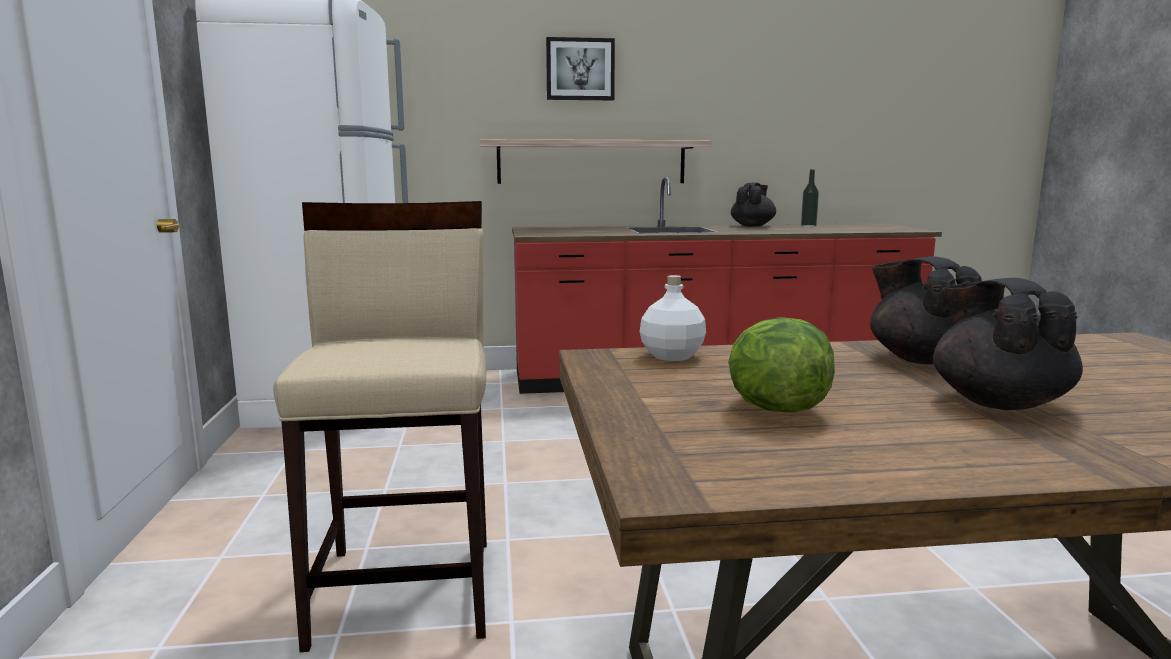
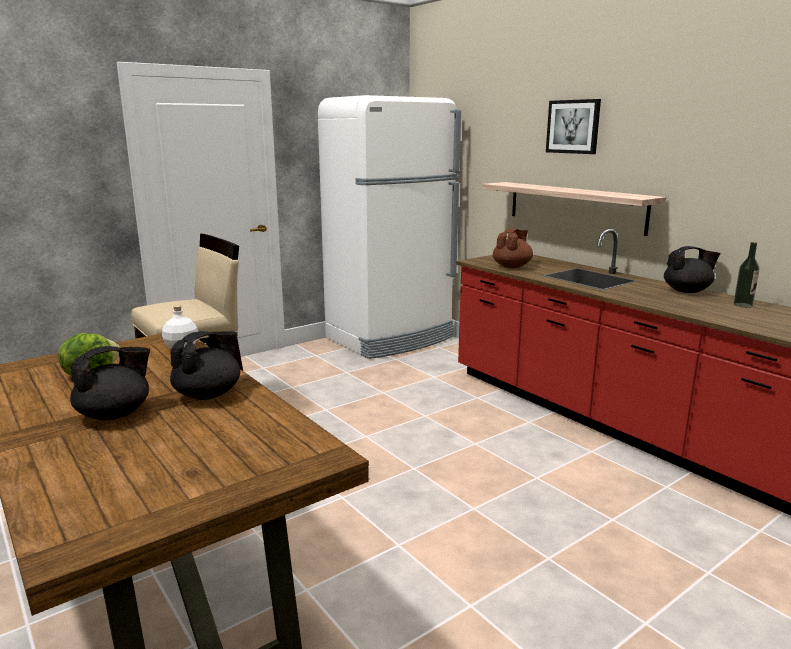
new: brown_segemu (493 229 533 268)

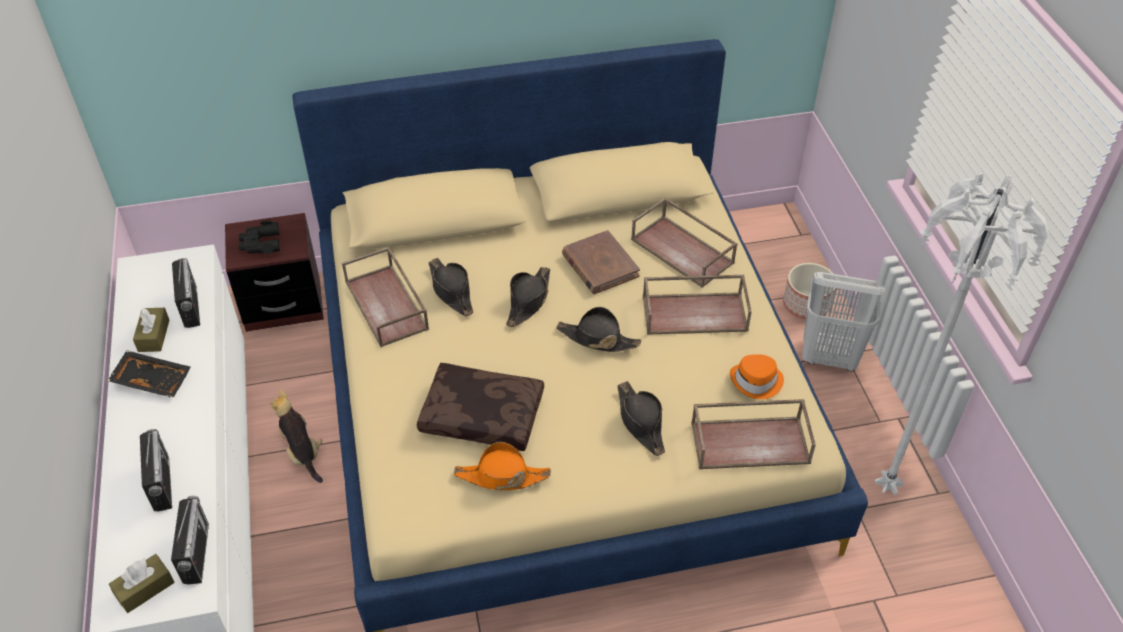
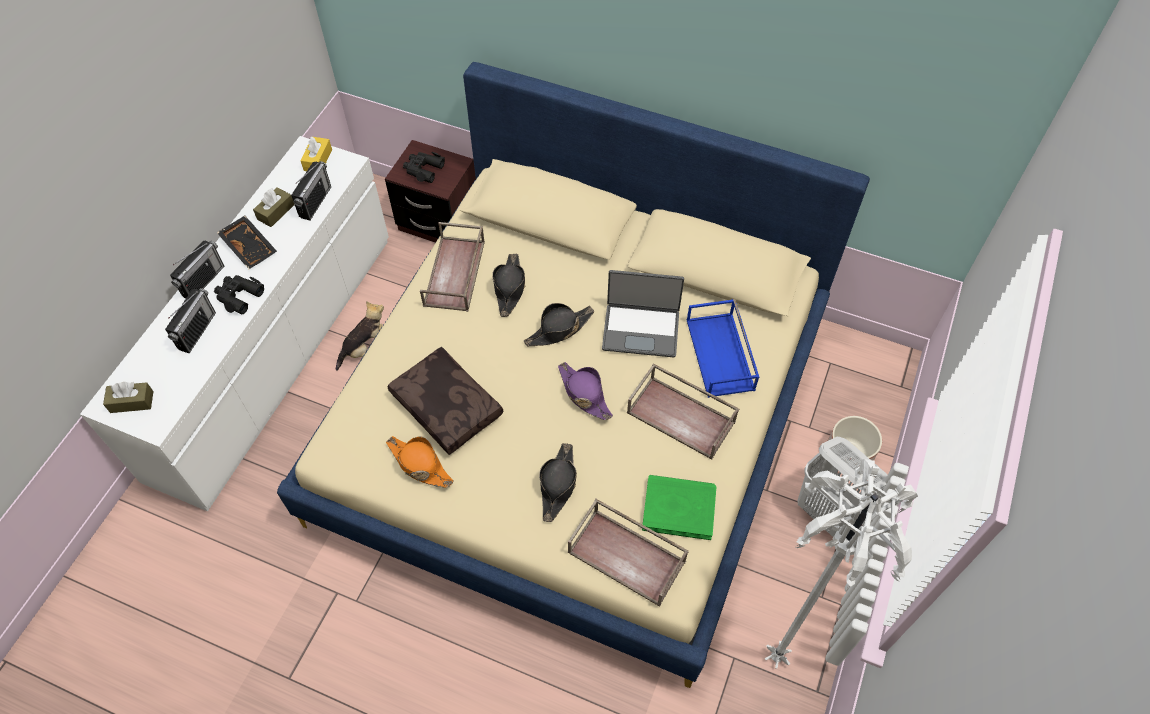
new: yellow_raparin (300 137 332 171); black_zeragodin (214 275 264 314)
shifted: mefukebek (171 496 209 584) to (170 241 225 298)
swapped: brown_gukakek (562 230 640 294) to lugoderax (602 270 684 357); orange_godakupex (730 354 784 399) to green_gukakek (642 475 716 540)
repainted: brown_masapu (631 198 738 288) to blue_masapu (687 299 759 398); black_godakupex (556 307 641 352) to purple_godakupex (558 362 613 420)
rotated: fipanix (270 390 323 483) = (336 301 384 371) 45 degrees clockwise

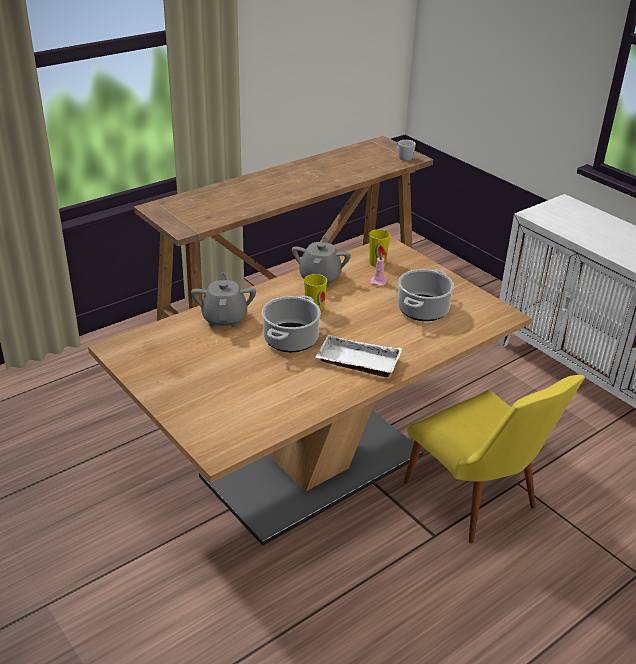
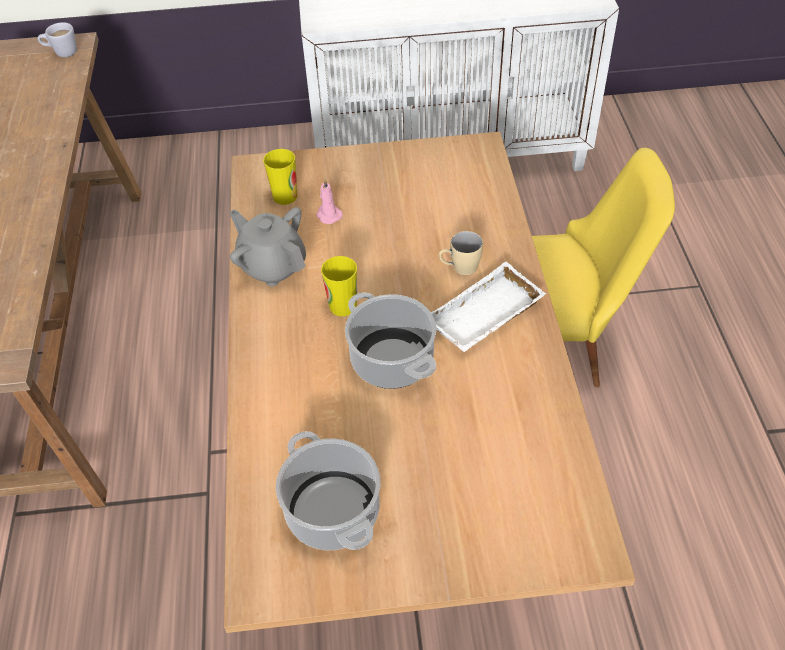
gone: grey_segemu (191 272 256 328)
new: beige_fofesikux (439 231 483 275)
shifted: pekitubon (398 269 454 321) to (276 431 380 550)

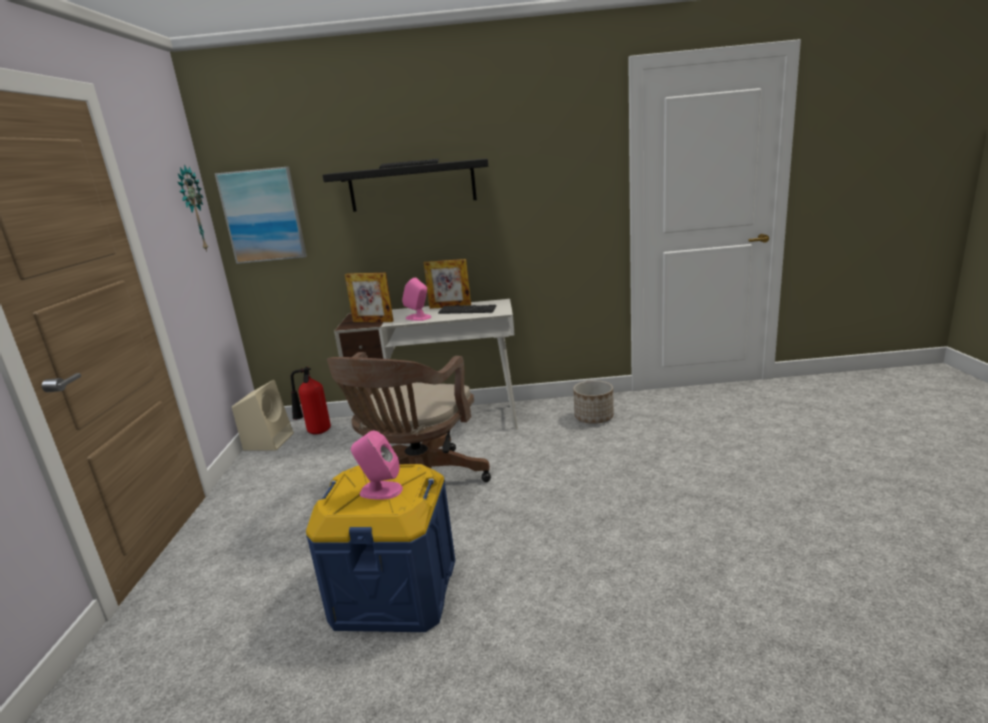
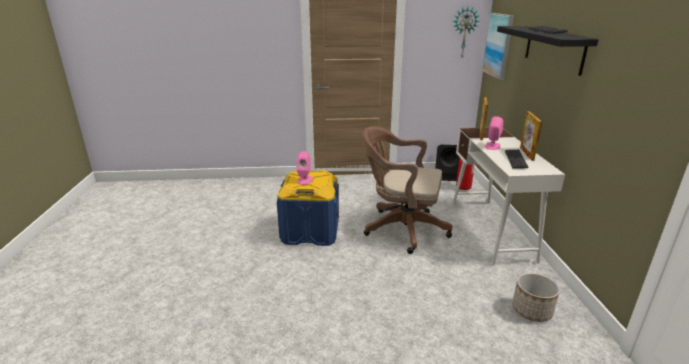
repainted: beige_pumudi (232 380 294 451) to black_pumudi (435 145 459 181)

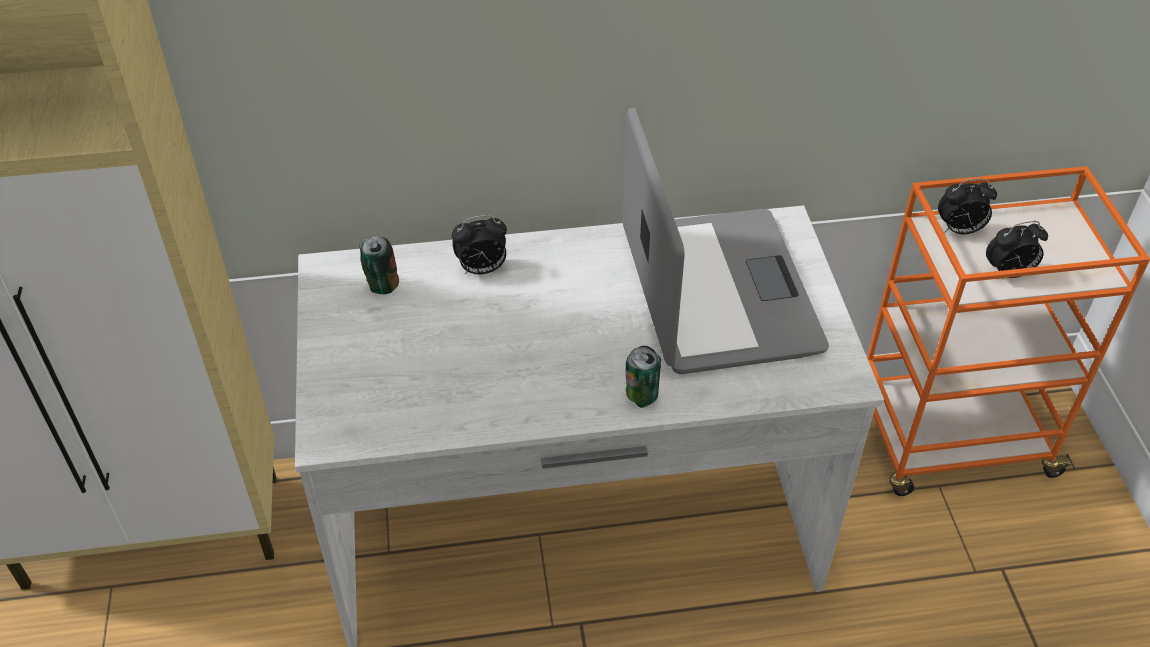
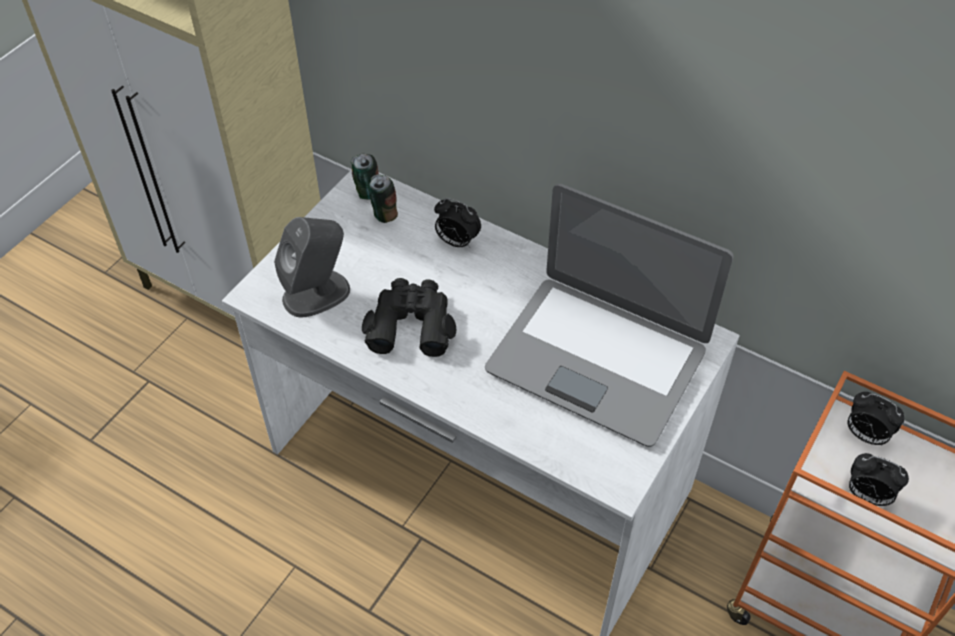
new: grey_pumudi (274 217 350 317); black_zeragodin (362 278 457 357)
shifted: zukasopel (626 346 661 408) to (351 153 379 200)
rotated: lugoderax (623 107 829 374) = (485 183 734 447) 90 degrees clockwise

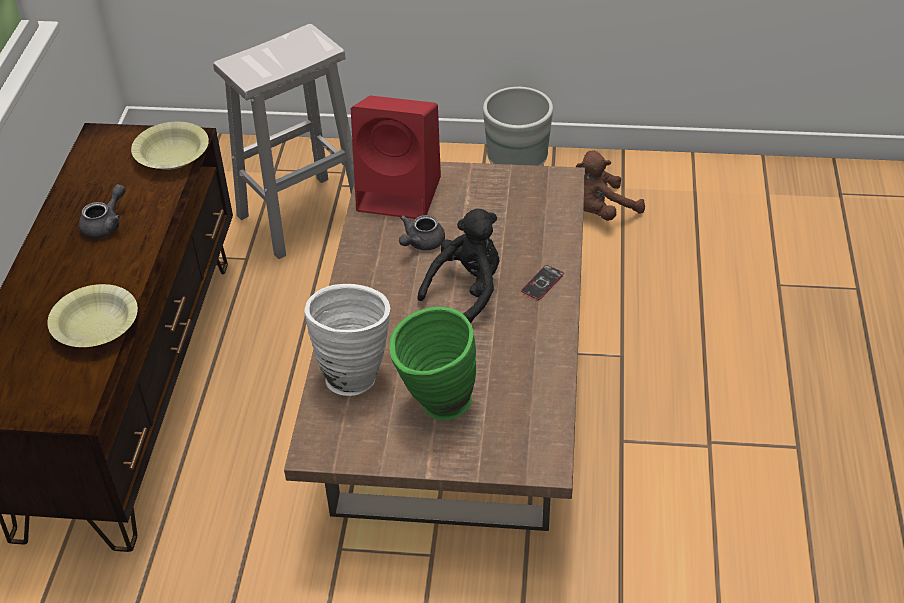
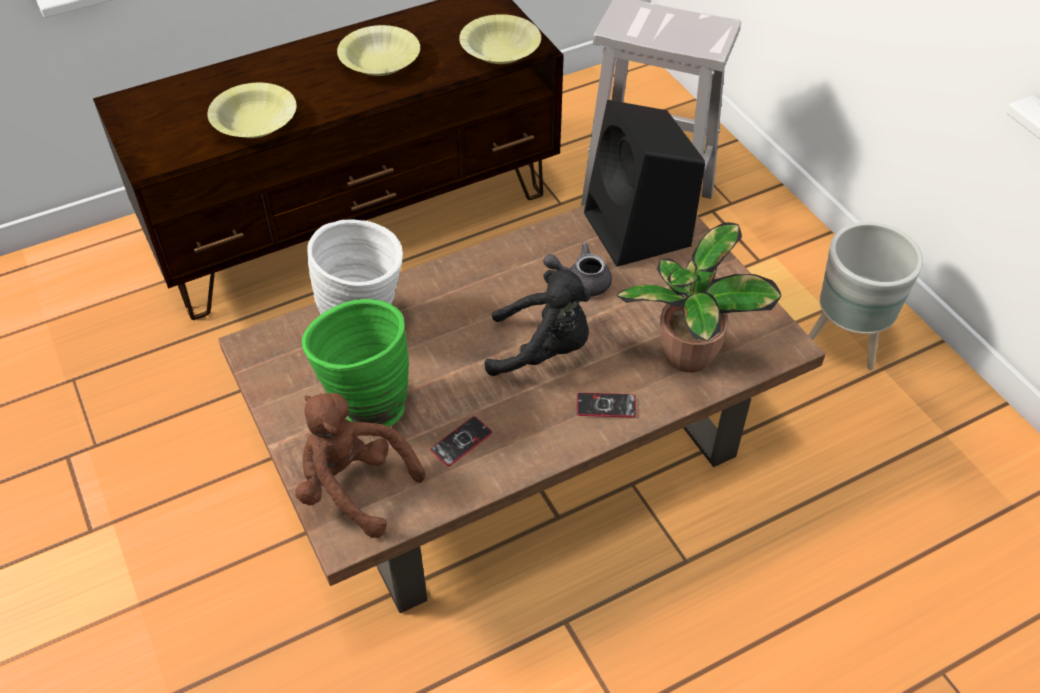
new: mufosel (617 222 782 373); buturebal (430 416 492 466)
shifted: brown_fipanix (576 150 645 221) to (295 393 425 538)
swapped: grey_segemu (79 184 126 238) to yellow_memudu (337 25 420 76)
repainted: red_pumudi (351 96 441 219) to black_pumudi (584 100 705 267)

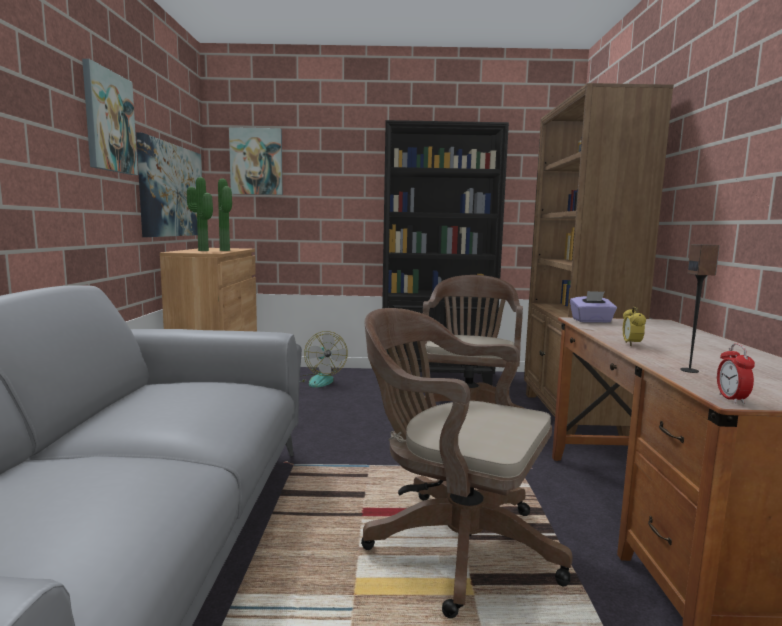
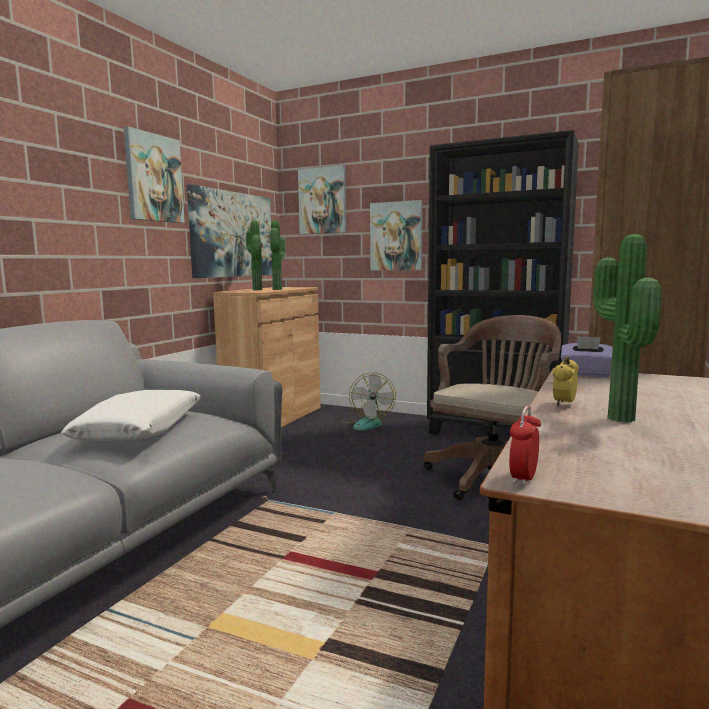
gone: pumudi (680 244 720 373); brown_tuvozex (361 308 573 618)
new: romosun (370 200 422 270); mufosel (593 234 661 423); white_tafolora (61 390 201 441)

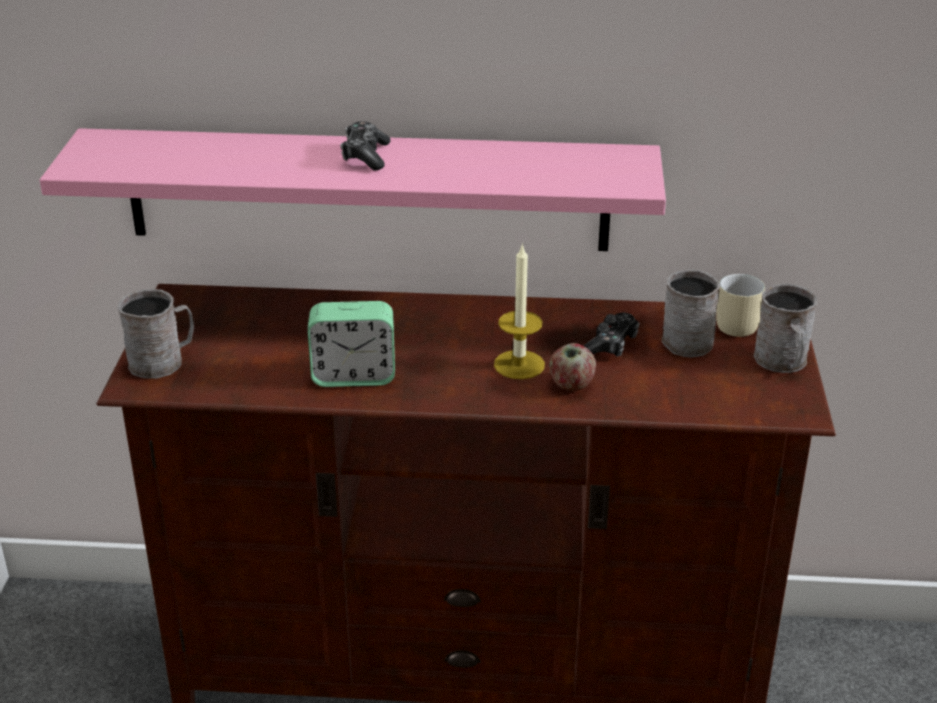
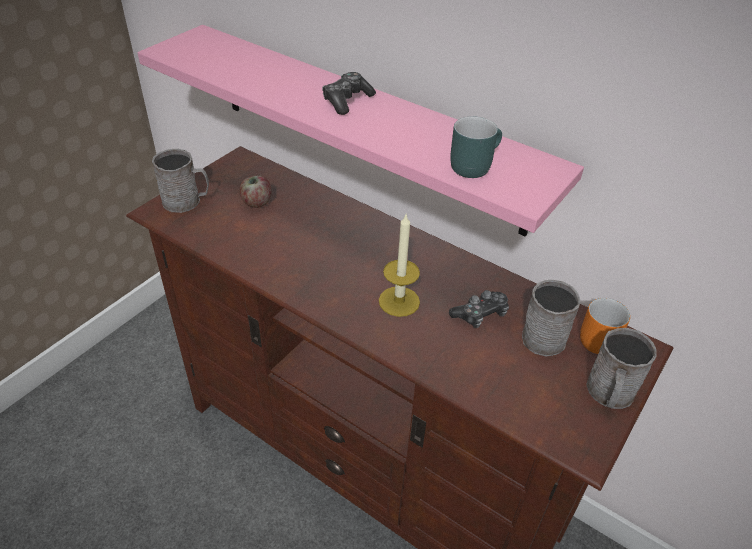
gone: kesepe (308 301 395 387)
new: turquoise_fofesikux (450 116 502 178)
shifted: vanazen (549 343 596 391) to (239 175 272 208)
repainted: beige_fofesikux (716 274 765 337) to orange_fofesikux (580 298 630 354)

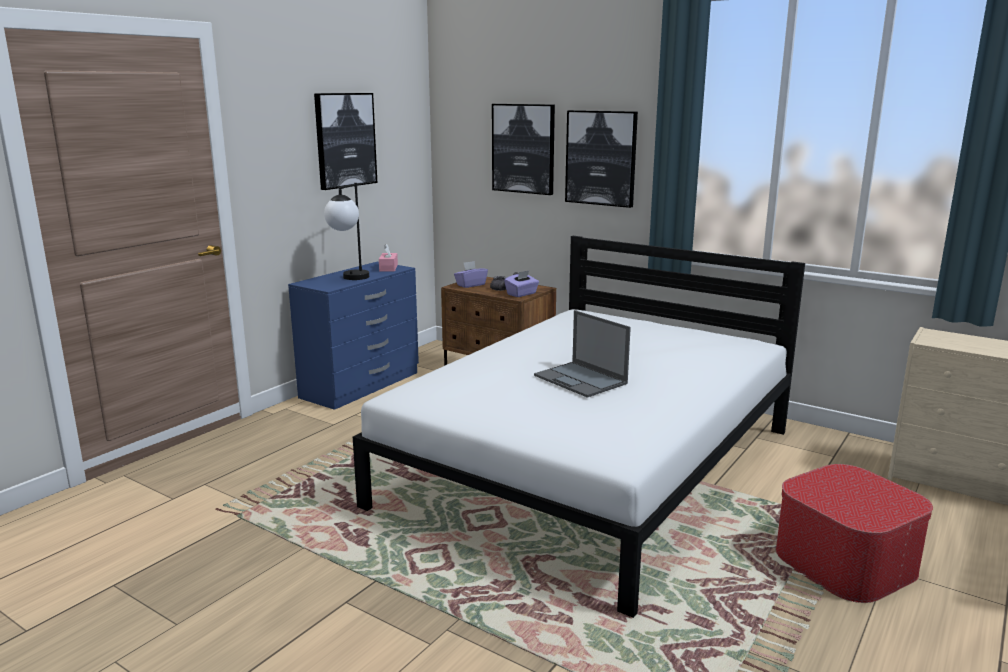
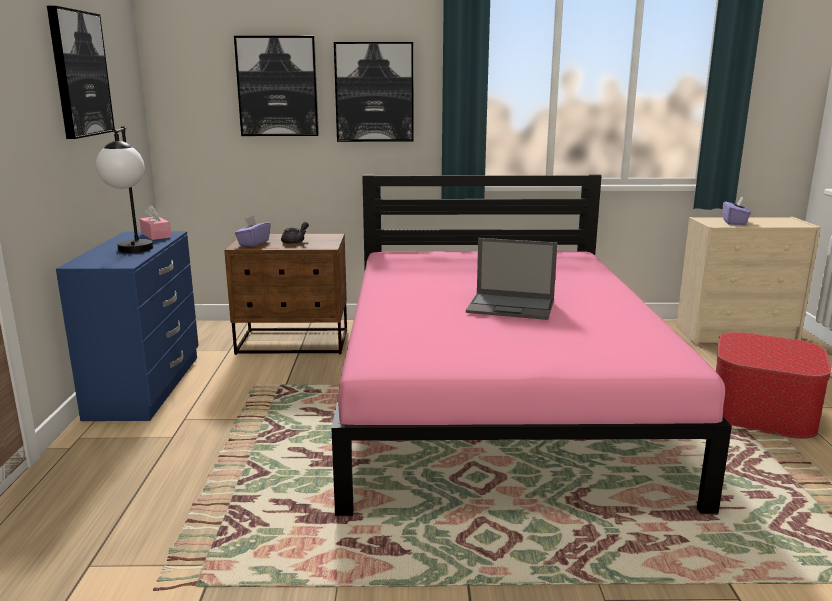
shifted: purple_raparin (504 270 539 297) to (723 197 751 225)
repainted: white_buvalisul (353 236 805 618) to pink_buvalisul (331 175 732 516)

